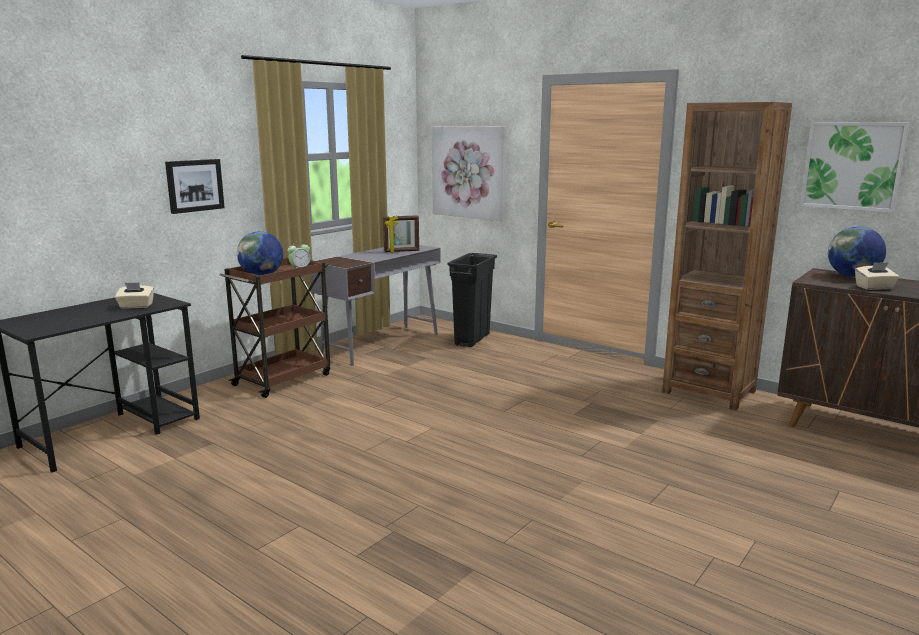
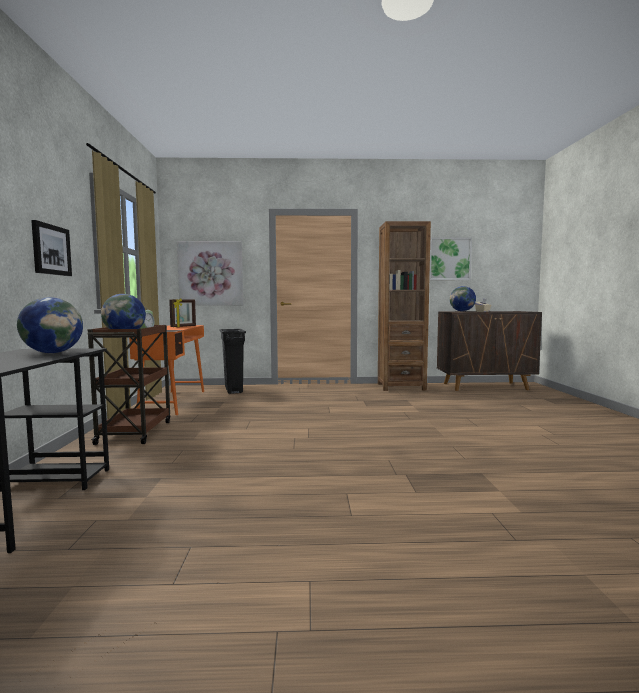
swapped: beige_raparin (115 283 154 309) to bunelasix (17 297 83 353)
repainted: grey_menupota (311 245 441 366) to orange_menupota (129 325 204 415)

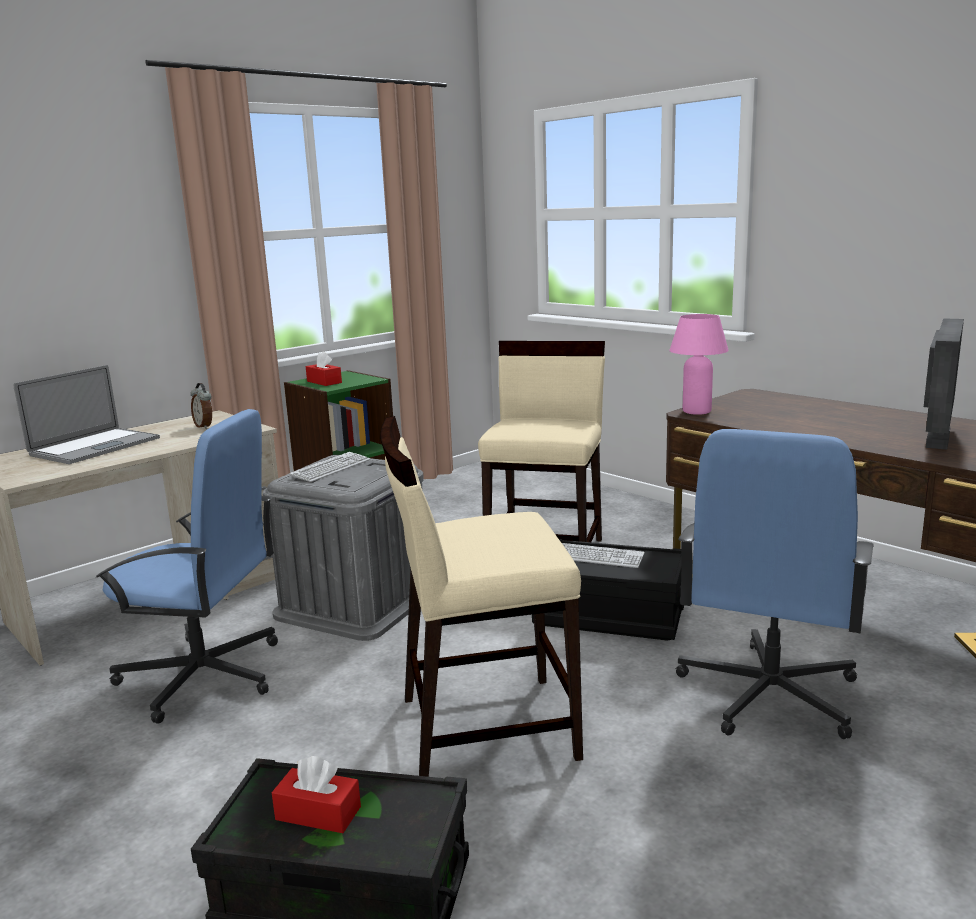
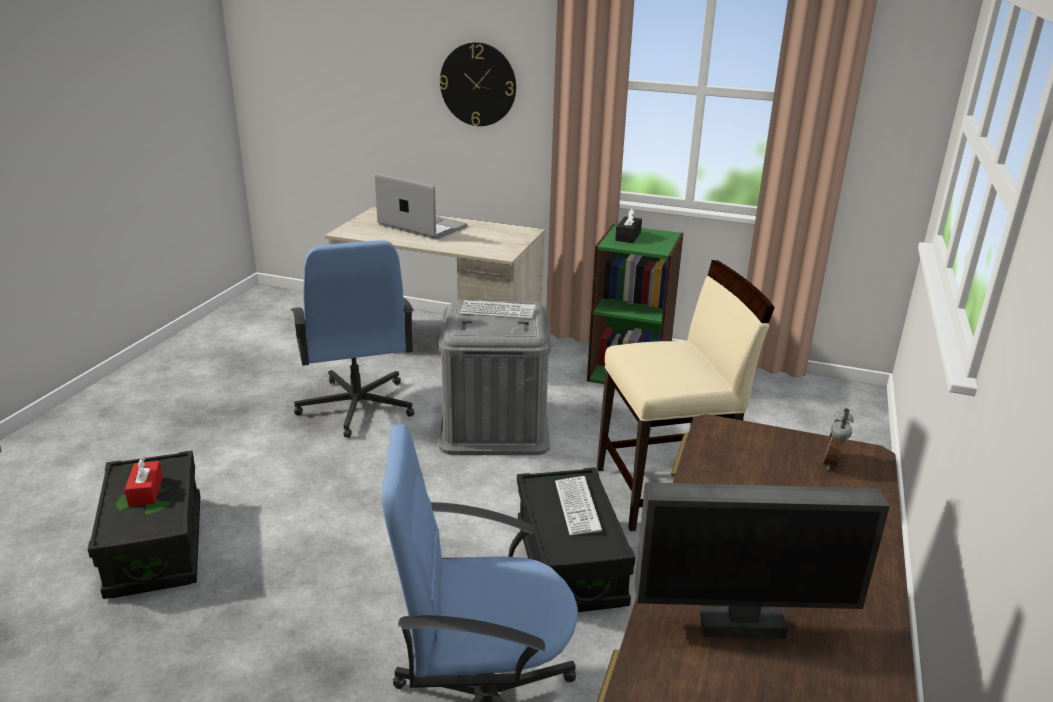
gone: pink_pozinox (669 314 729 415); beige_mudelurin (380 416 583 777)
new: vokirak (439 42 516 126)
shifted: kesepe (190 383 212 429) to (823 408 854 470)
repainted: red_raparin (306 351 342 386) to black_raparin (615 209 642 243)
rotated: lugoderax (14 365 160 464) = (375 173 468 240) 150 degrees counterclockwise

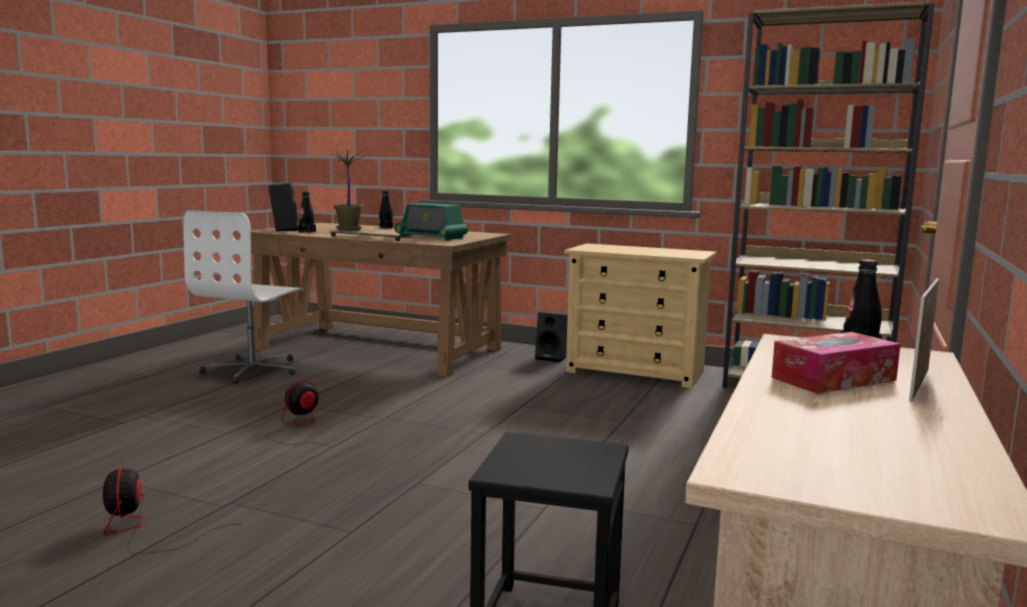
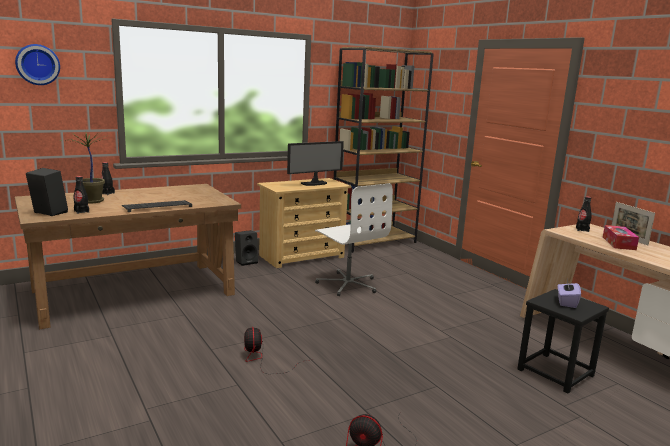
gone: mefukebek (394 203 468 240)
new: vokirak (15 44 60 85); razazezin (287 141 344 186); purple_raparin (557 279 581 308)
shifted: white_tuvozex (184 210 304 383) to (315 183 393 296)

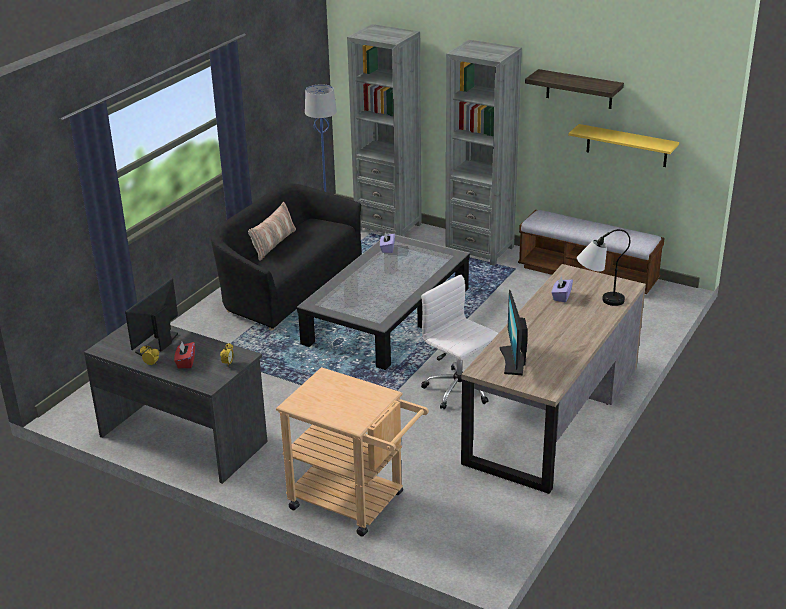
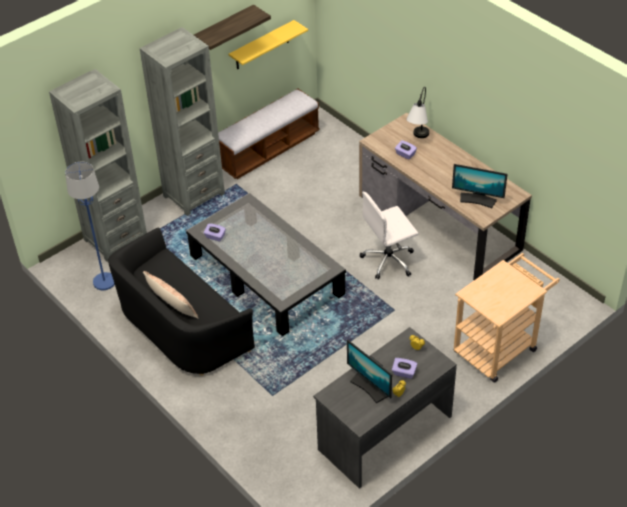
repainted: red_raparin (174 342 195 368) to purple_raparin (392 358 417 379)

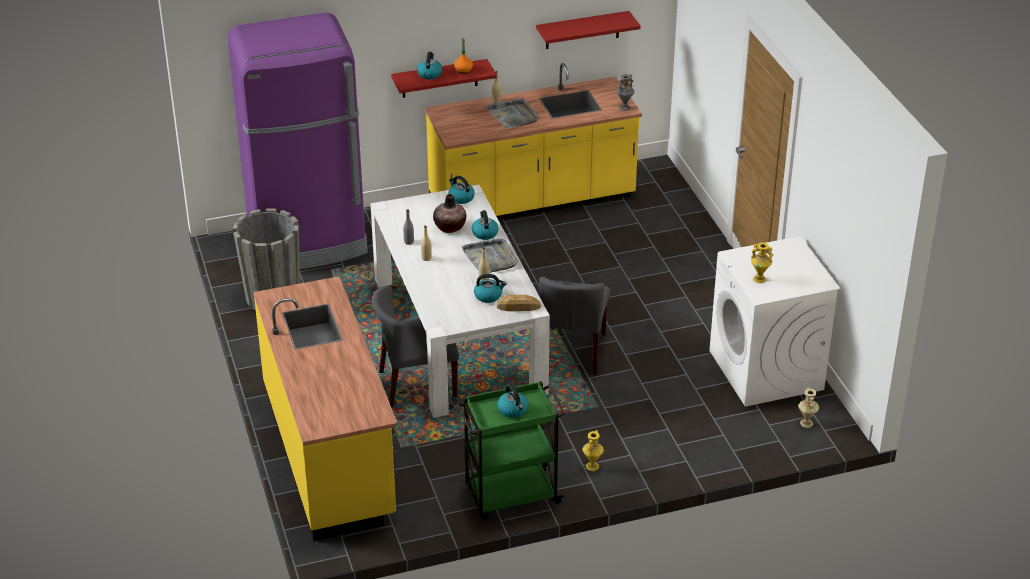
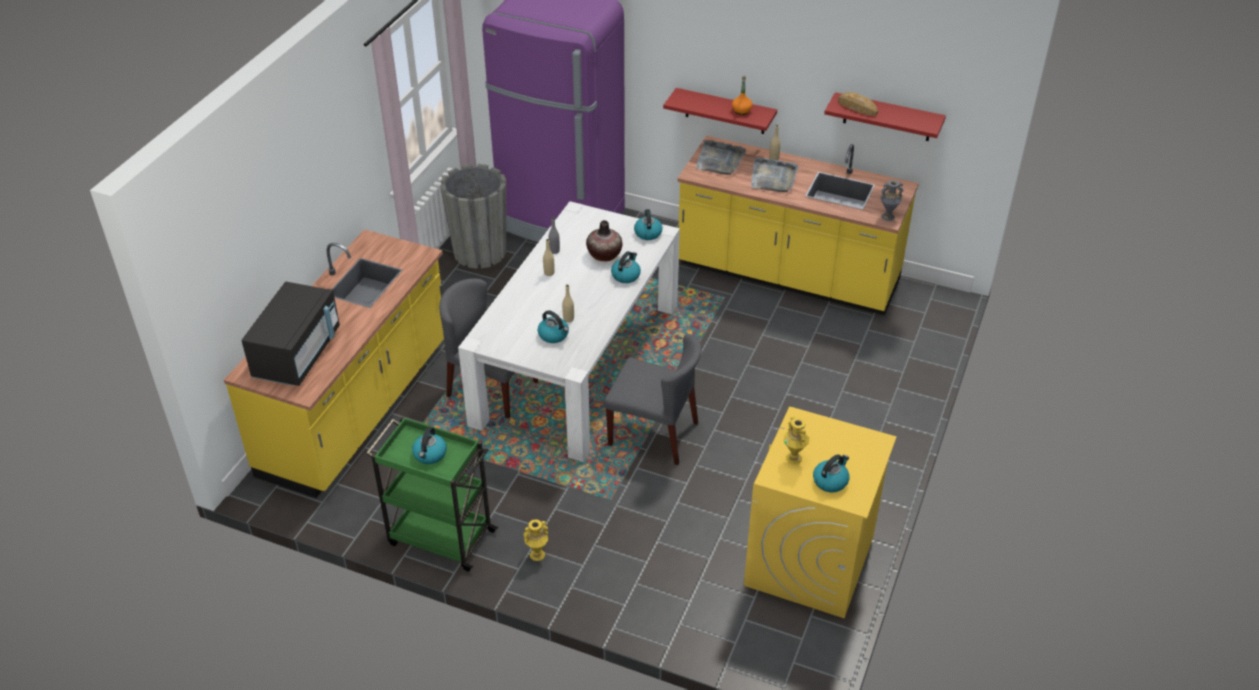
gone: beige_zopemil (798 387 819 428)
new: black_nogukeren (242 282 340 386)
shifted: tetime (417 52 442 79) to (813 454 850 492); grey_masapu (461 238 518 273) to (696 140 746 175); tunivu (497 295 541 311) to (838 92 878 116)
repainted: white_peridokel (709 236 841 407) to yellow_peridokel (744 407 897 619)
rotated: grey_mudelurin (539 277 610 375) = (604 334 702 465) 120 degrees counterclockwise

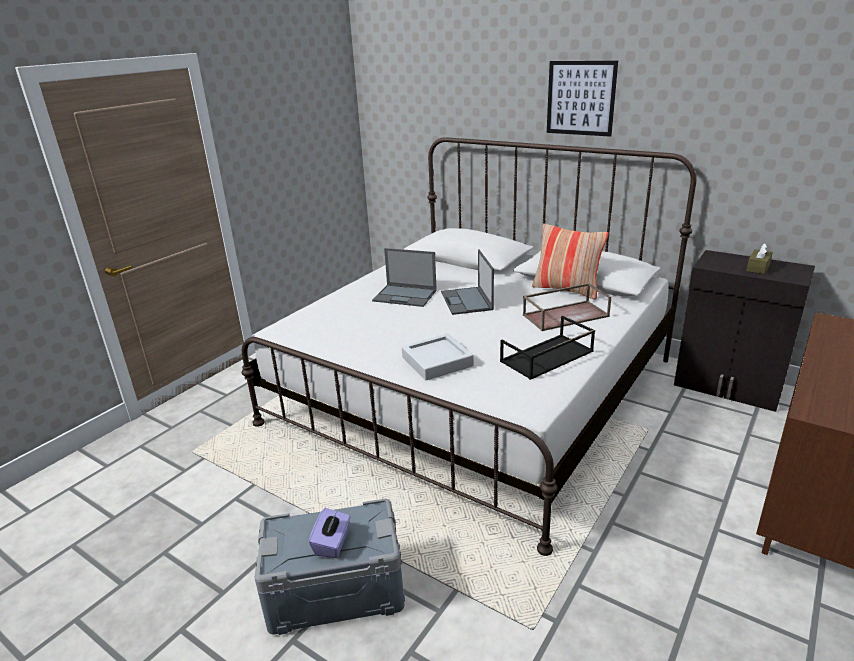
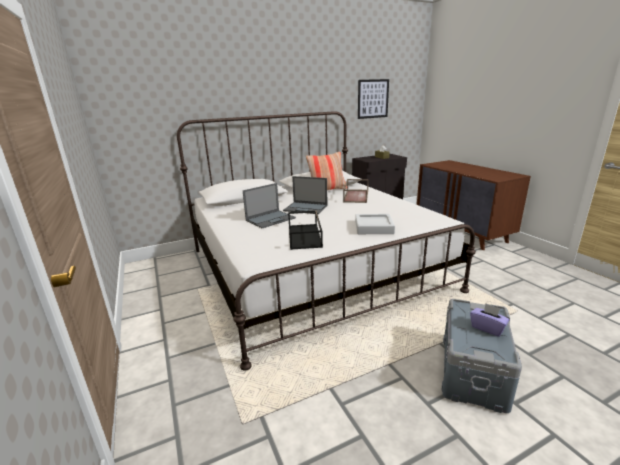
shifted: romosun (547 61 618 137) to (358 79 389 119); black_masapu (500 316 595 380) to (288 211 323 250)

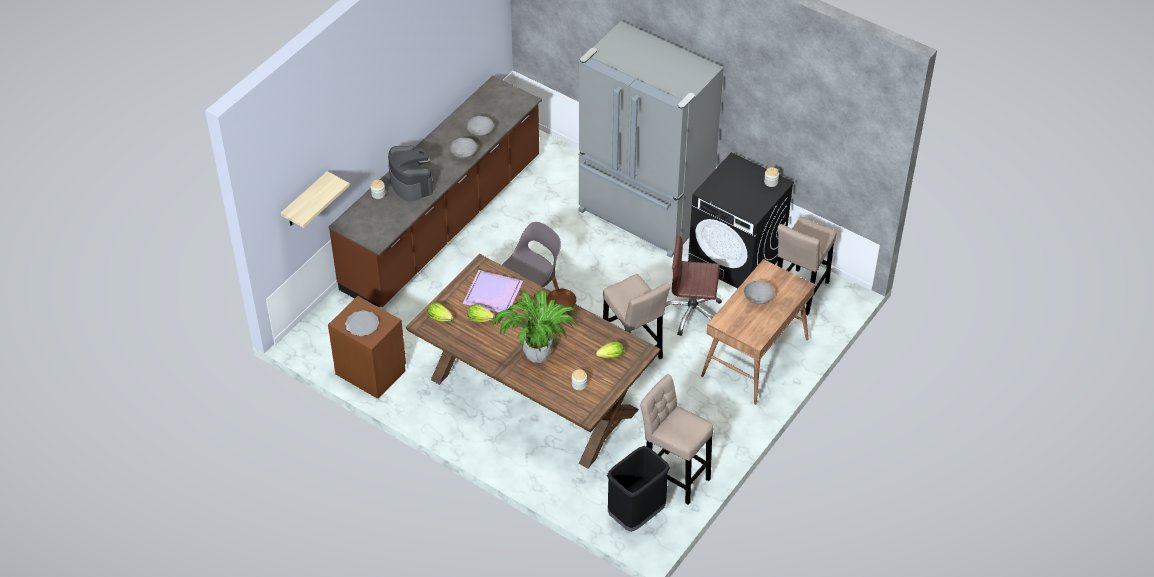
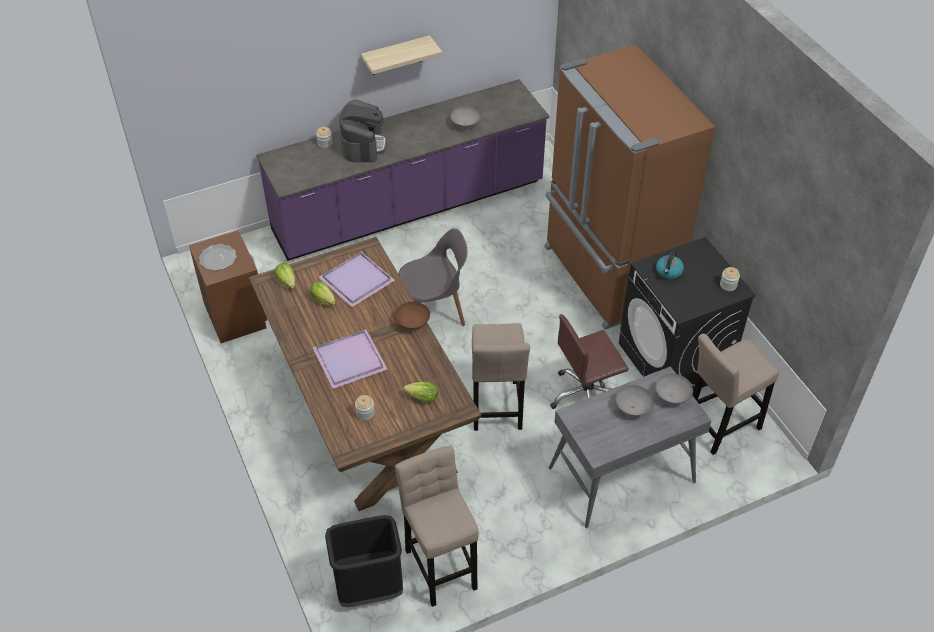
new: tetime (656 250 684 279)
shifted: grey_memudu (449 138 477 159) to (655 374 693 404); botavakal (281 171 350 228) to (361 35 442 75)
swapped: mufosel (493 289 580 363) to purple_masapu (313 329 387 389)
repainted: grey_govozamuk (578 21 724 257) to brown_govozamuk (544 45 715 330); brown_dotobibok (328 76 542 308) to purple_dotobibok (256 79 550 261); brown_menupota (701 259 815 405) to grey_menupota (549 366 712 528)
rotated: brown_tuvozex (665 234 722 336) = (550 314 629 409) 60 degrees counterclockwise

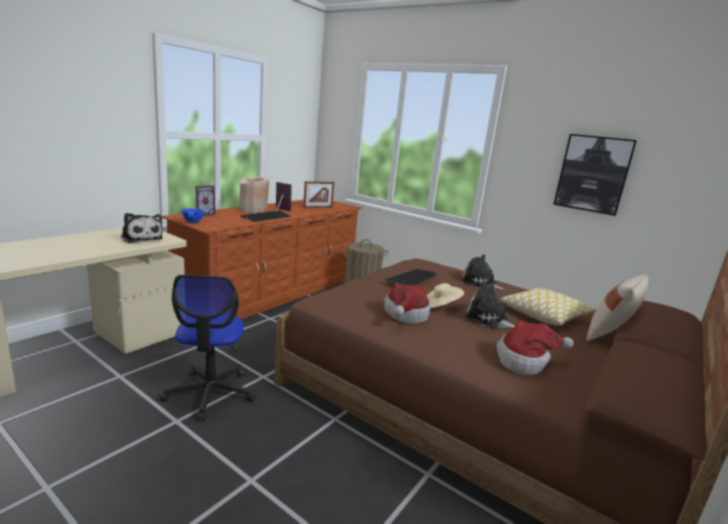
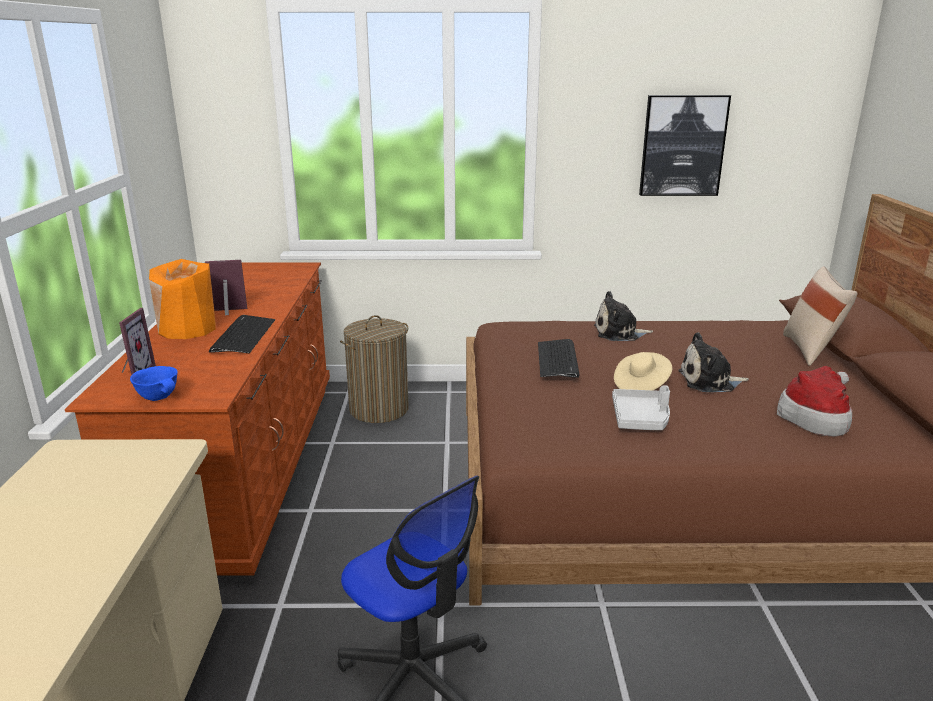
gone: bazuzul (303 181 334 208); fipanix (121 213 163 243); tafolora (500 288 595 326)
swapped: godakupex (384 283 431 324) to grey_masapu (612 385 670 430)
repainted: beige_zopemil (239 176 269 213) to orange_zopemil (149 259 216 339)

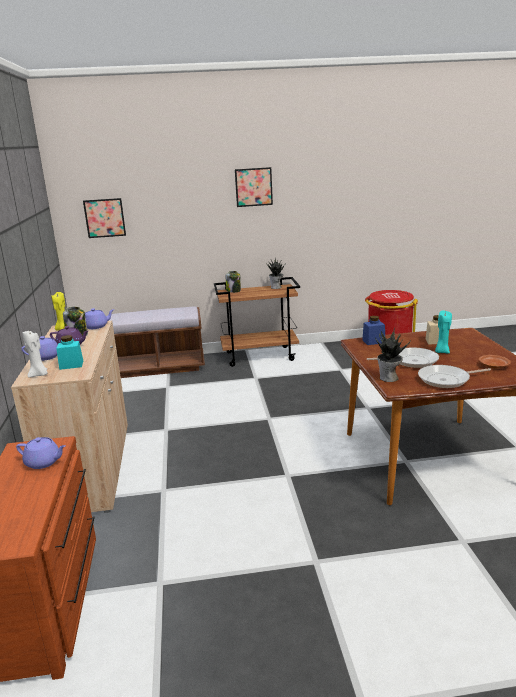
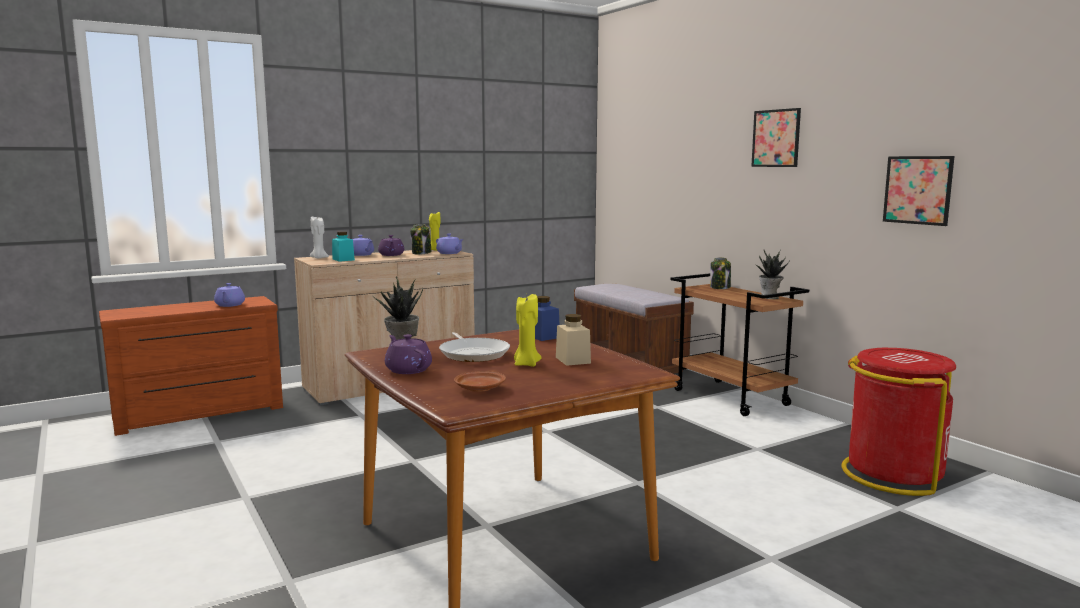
shifted: romosun (83 198 126 238) to (883 156 954 226)
swapped: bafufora (418 365 491 388) to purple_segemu (385 334 432 374)
repainted: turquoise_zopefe (435 310 452 354) to yellow_zopefe (514 294 541 367)

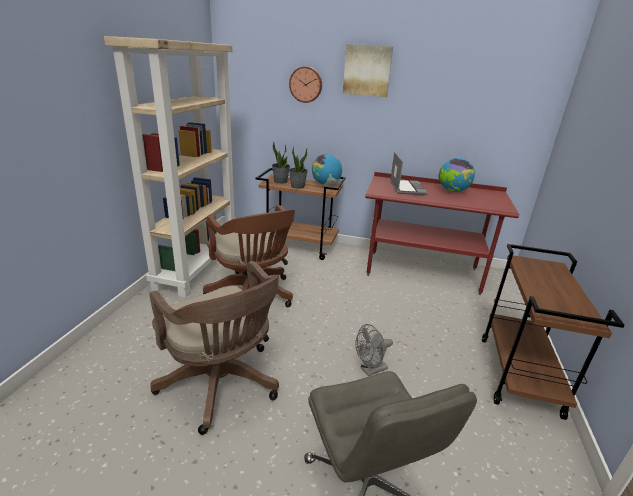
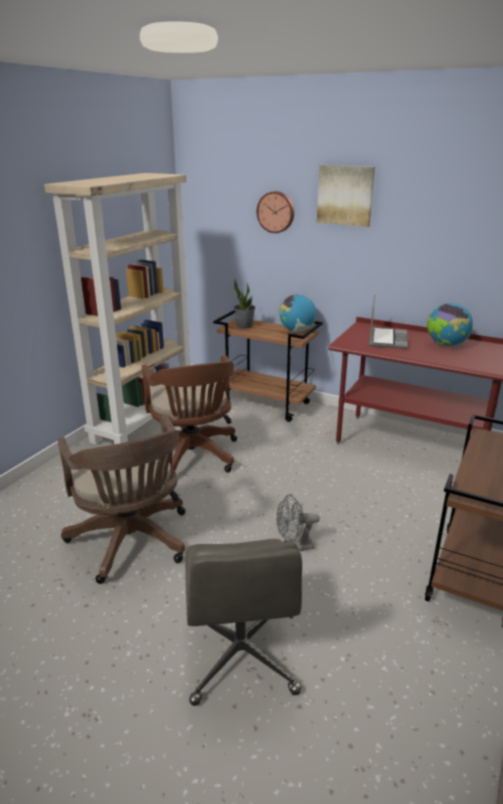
gone: mufosel (289 146 308 189)

